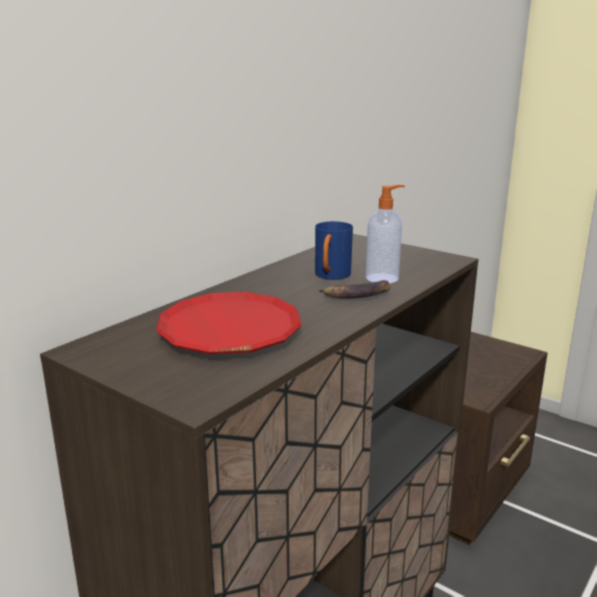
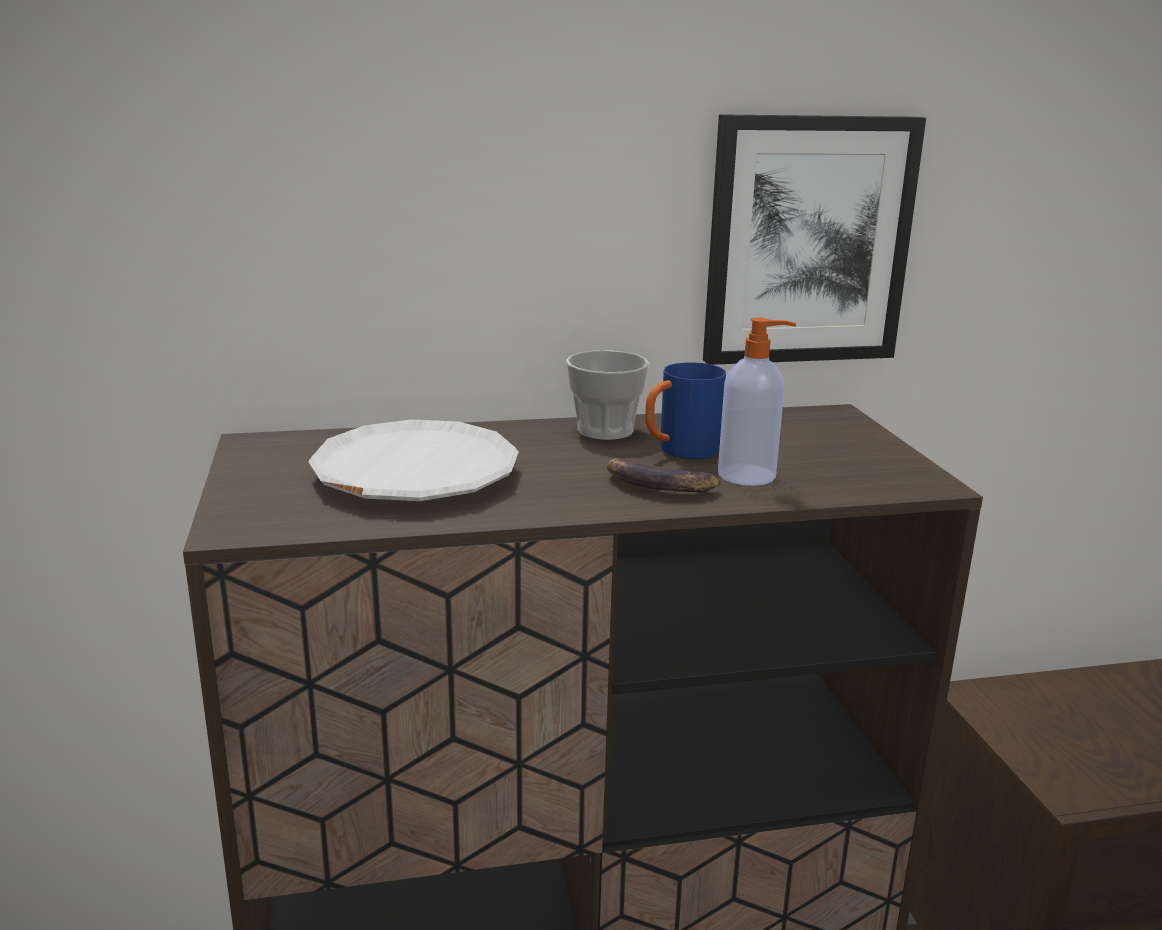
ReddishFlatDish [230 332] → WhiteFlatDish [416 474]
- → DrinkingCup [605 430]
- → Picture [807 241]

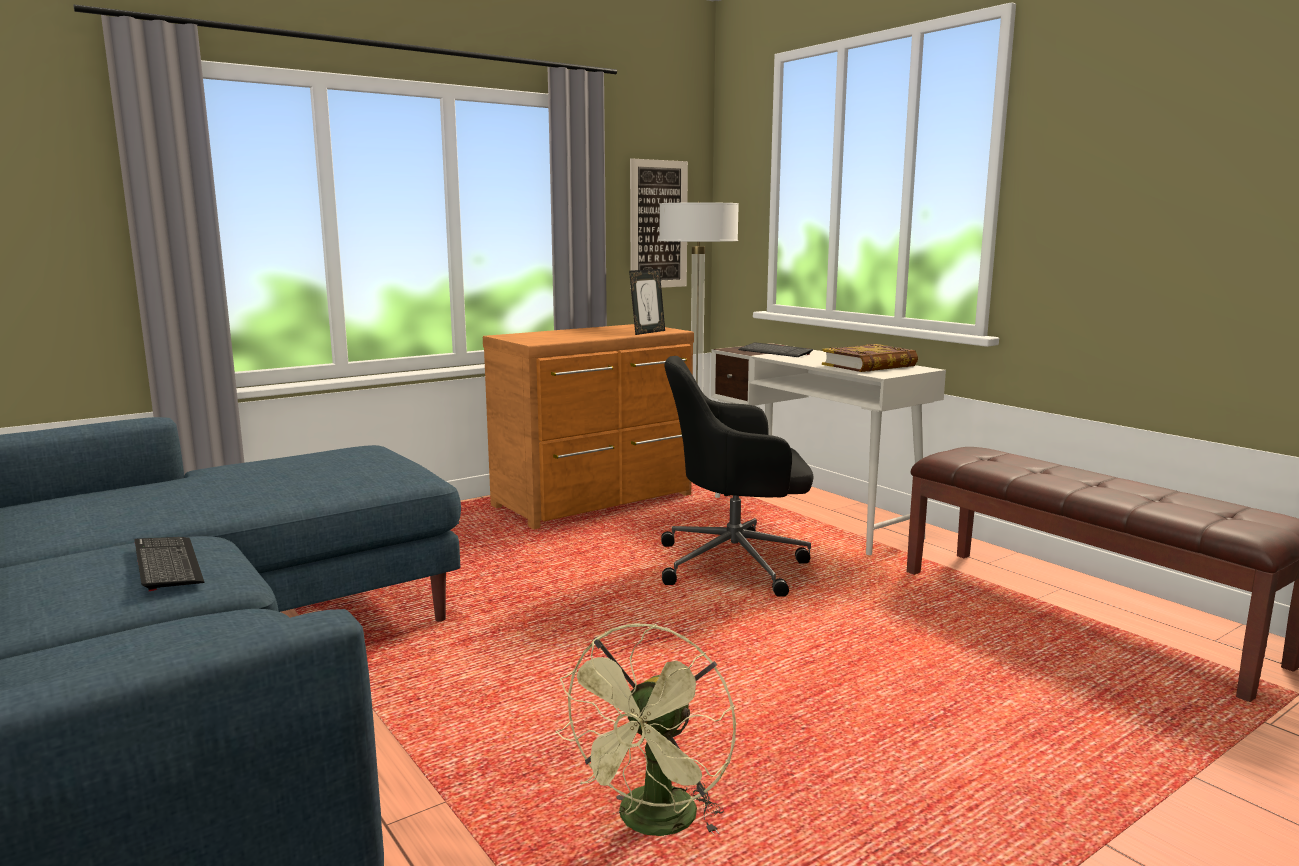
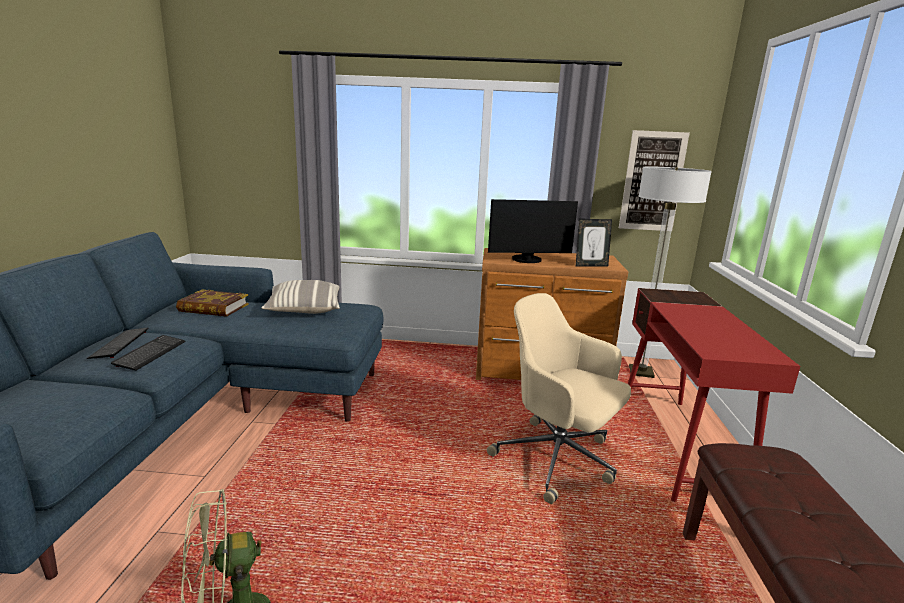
ComputerKeyboard [775 352] → ComputerKeyboard [120 344], moved
Volume [869 365] → Volume [213 308], moved
- → ThrowPillow [304 310]
BlackDeskChair [736 564] → SandColouredDeskChair [558 460]
- → ComputerDisplay [527 260]
WhiteDesk [813 517] → ReddishDesk [677 445]

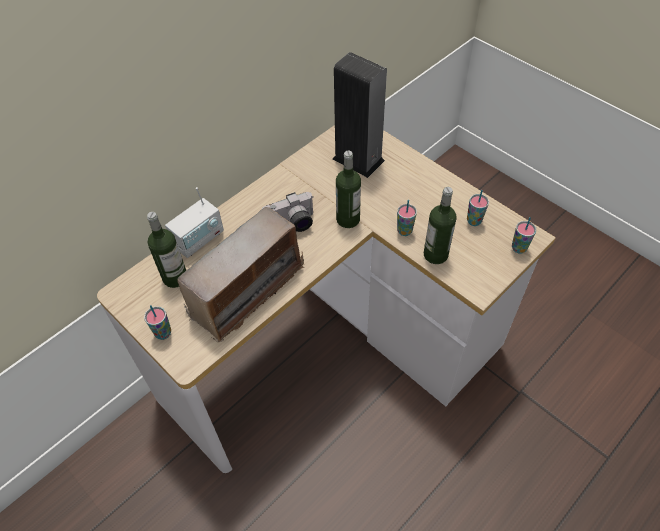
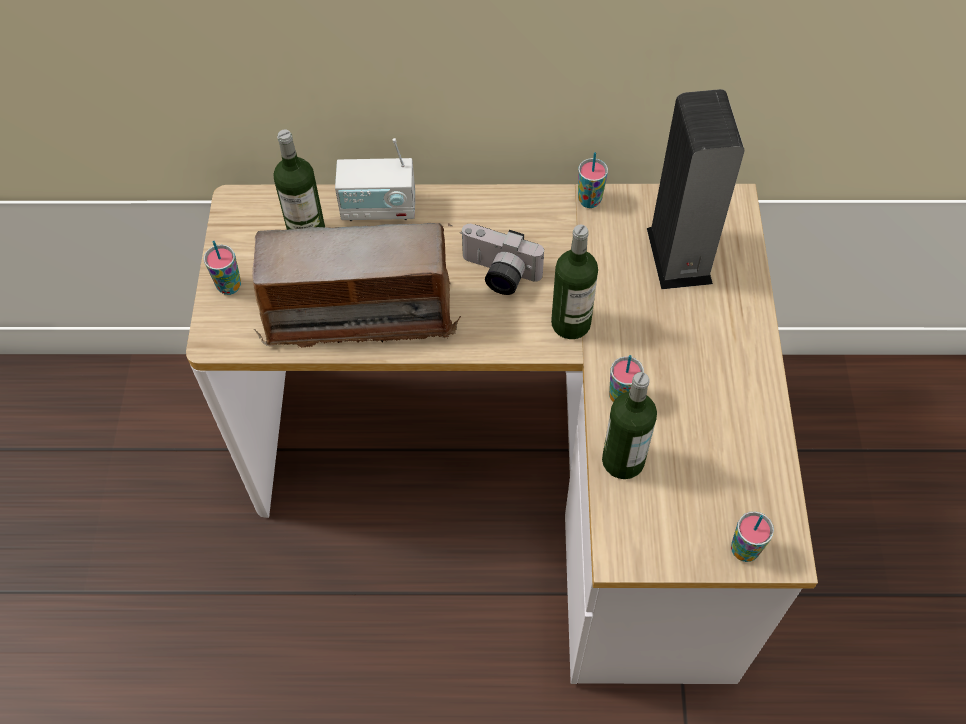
DrinkingCup [474 221] → DrinkingCup [589 200], moved

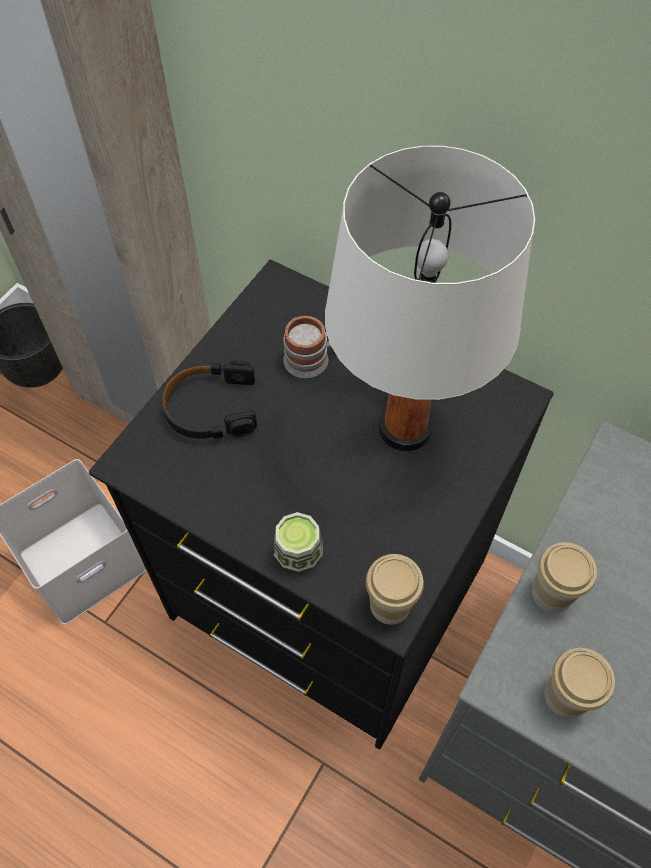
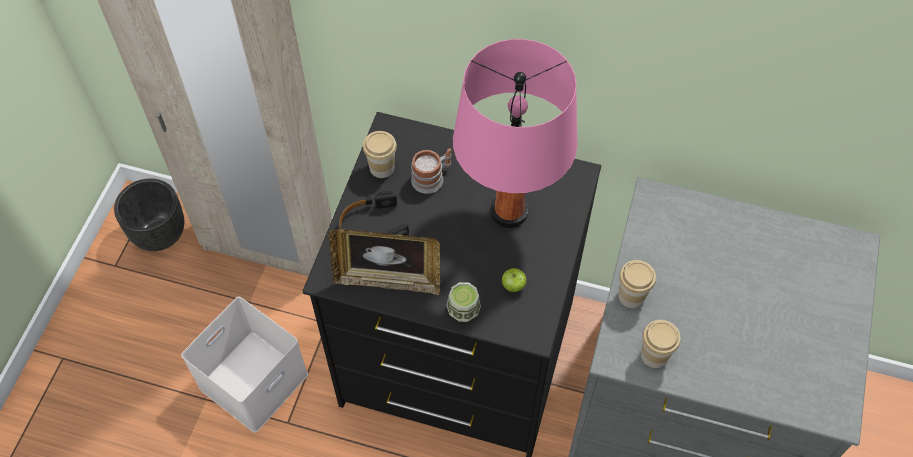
- → PictureFrame [388 279]
DrinkingCup [390 604] → DrinkingCup [382 167], moved
WhiteLampForATable [406 428] → PinkishLampForATable [509 212]
- → Apple [513 286]

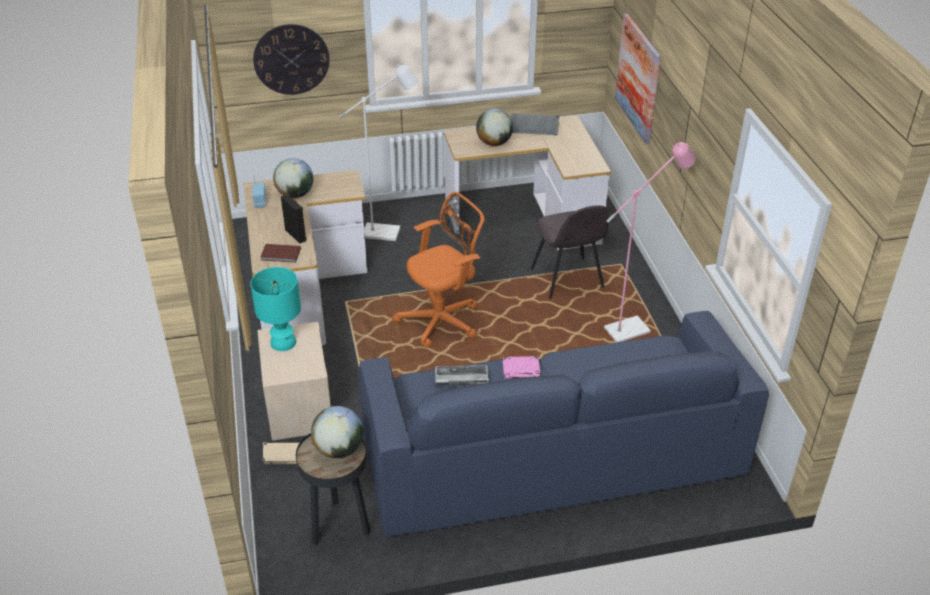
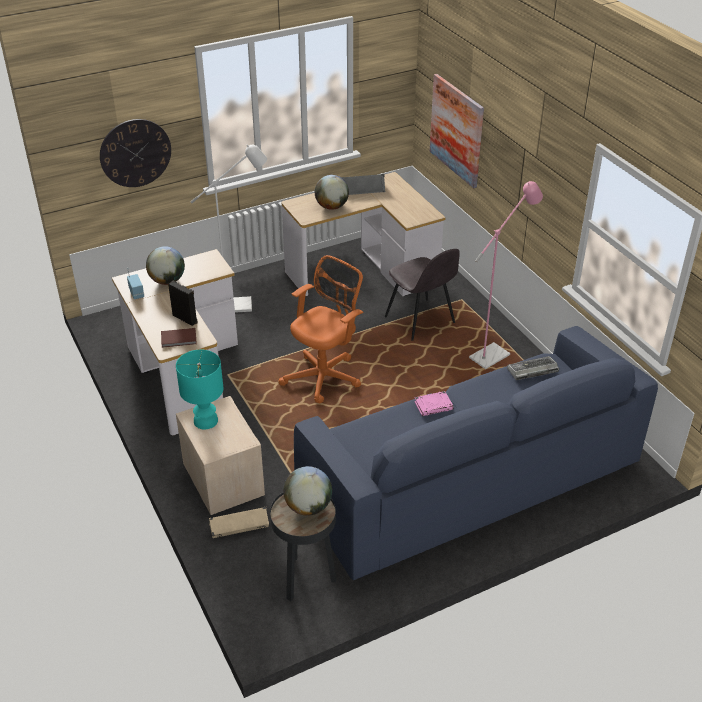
ComputerKeyboard [461 378] → ComputerKeyboard [532 371], moved

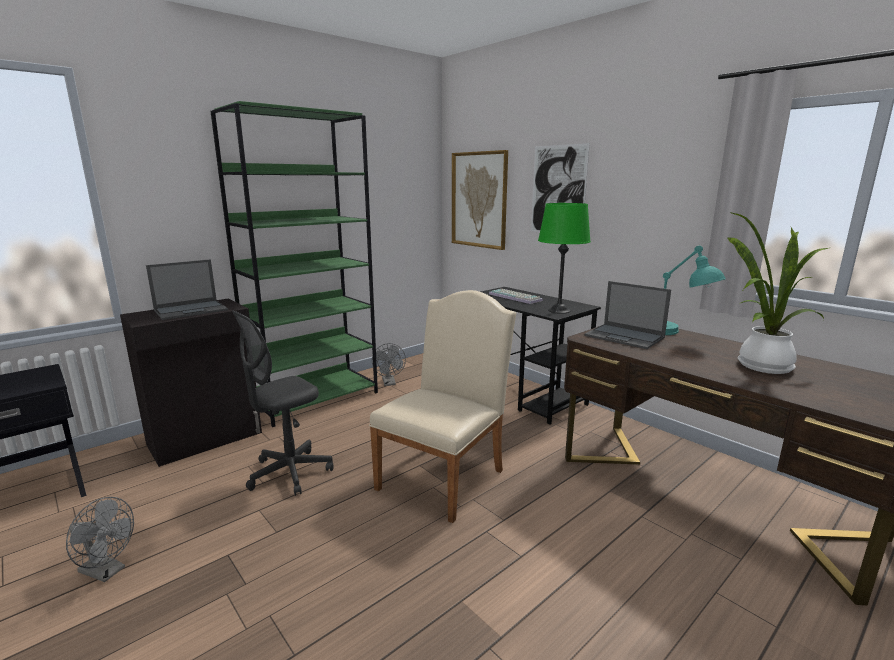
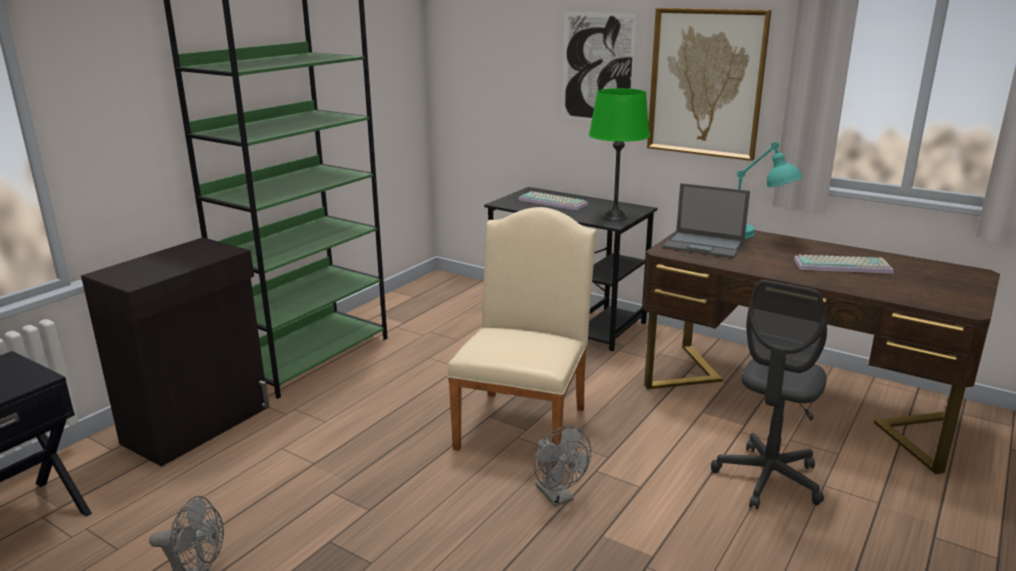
GrayElectricFan [389 383] → GrayElectricFan [558 497], moved
Picture [479 200] → Picture [706 83], moved
GrayDeskChair [290 473] → GrayDeskChair [768 479], moved
PlantInAPot [759 365] → ComputerKeyboard [843 265]
NotebookComputer [192 310] → -

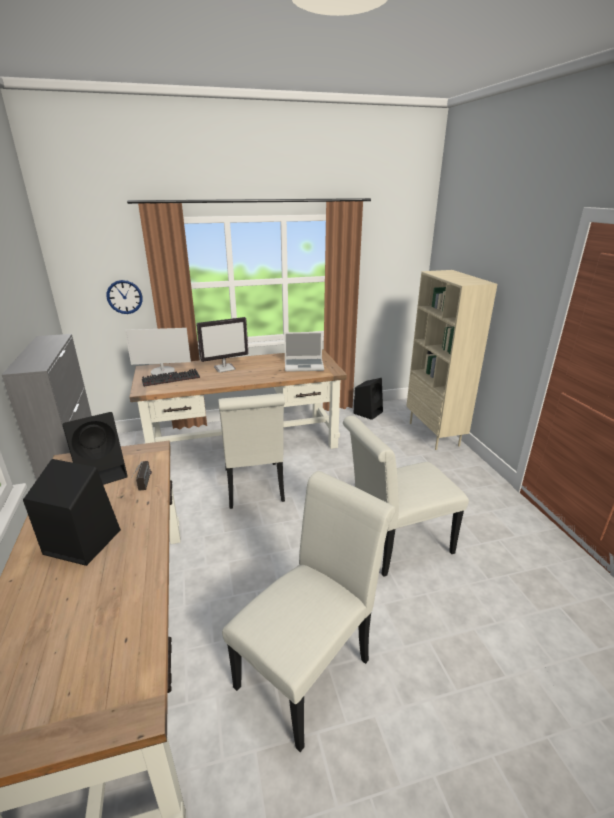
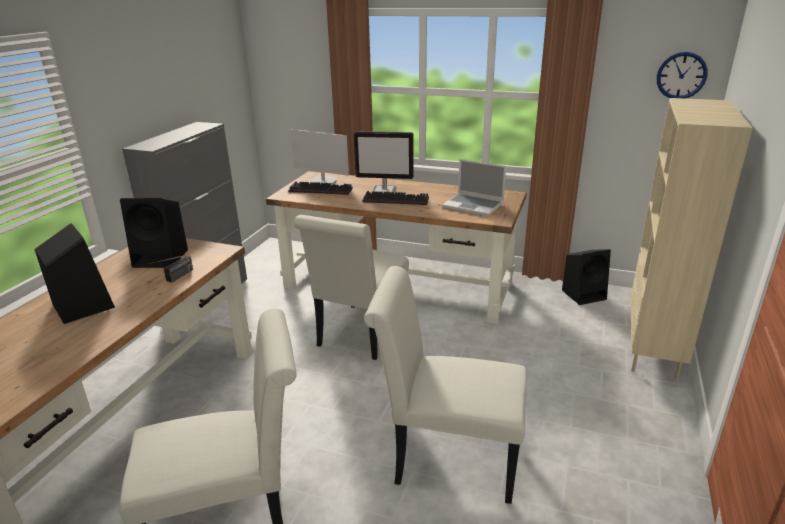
- → ComputerKeyboard [397 200]
WallClock [124 297] → WallClock [681 76], moved

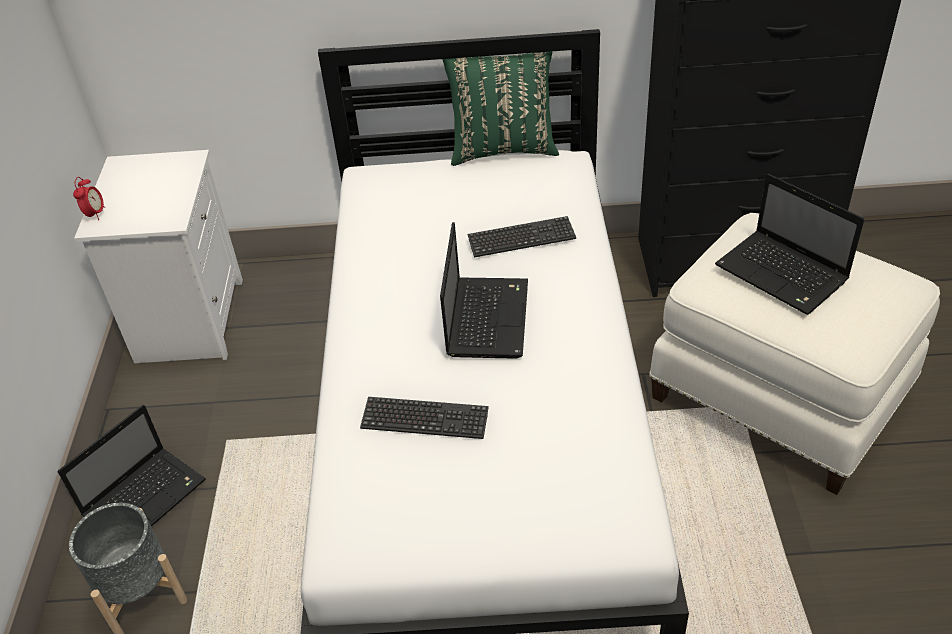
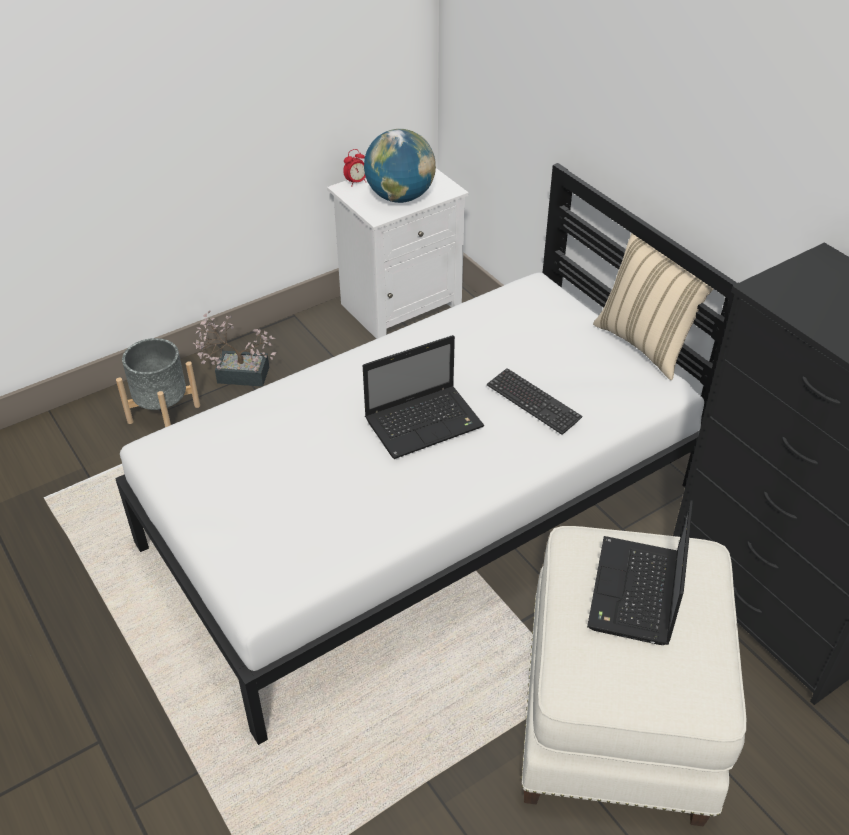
NotebookComputer [146 496] → PlantInAPot [237 374]
- → WorldGlobe [400 197]
GreenishThrowPillow [503 149] → SandColouredThrowPillow [645 344]
ComputerKeyboard [425 420] → -

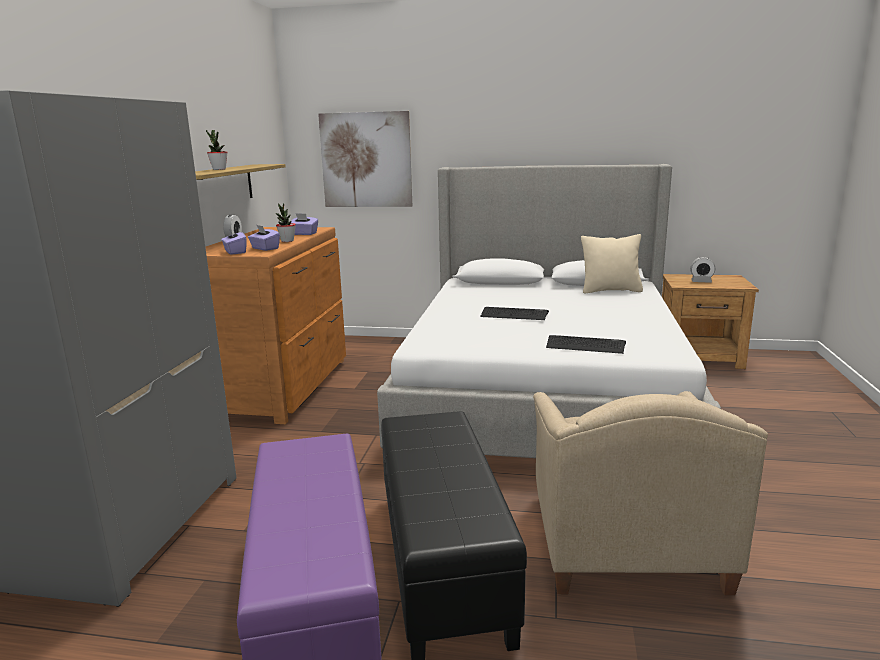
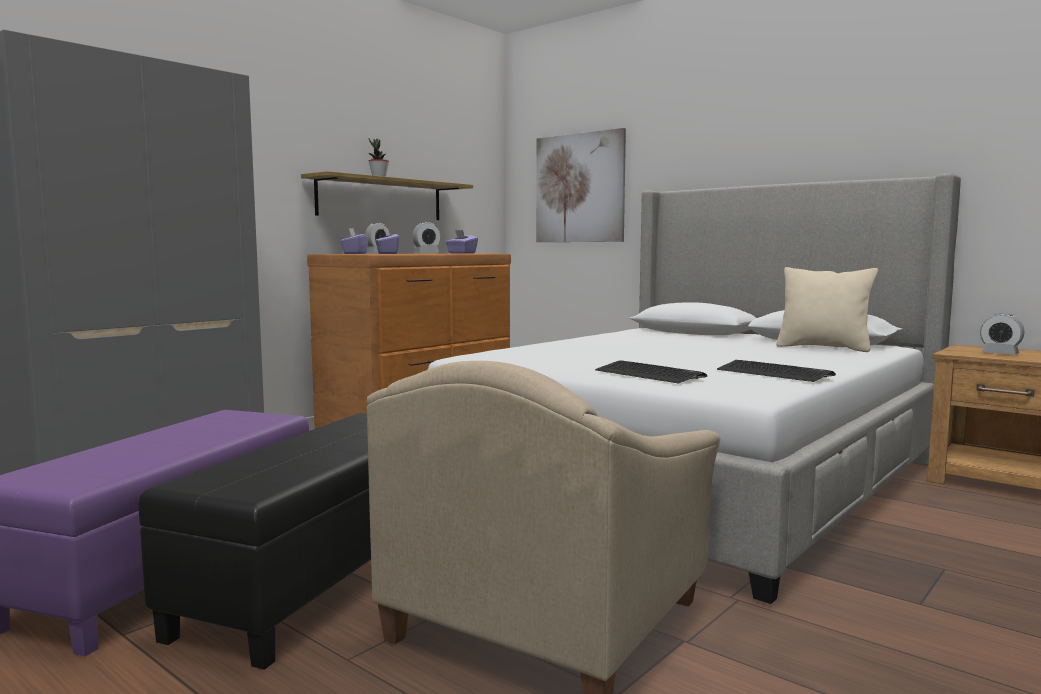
PlantInAPot [287 241] → BedsideClock [426 253]
ComputerKeyboard [514 315] → ComputerKeyboard [774 373], moved

